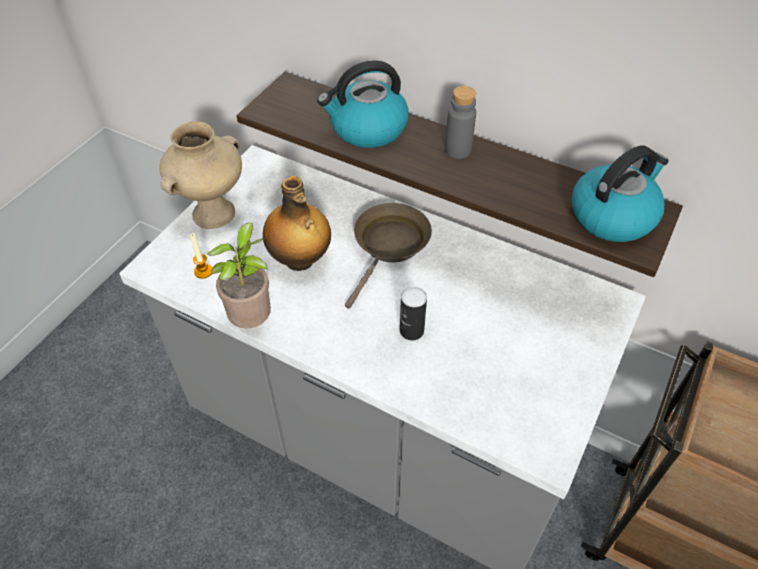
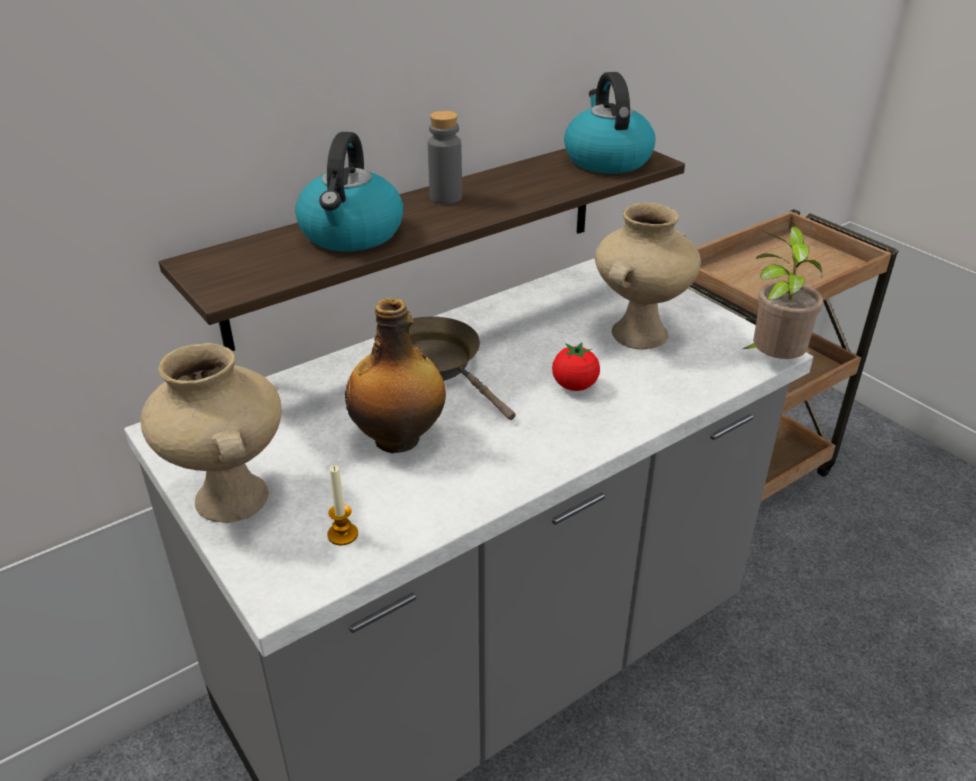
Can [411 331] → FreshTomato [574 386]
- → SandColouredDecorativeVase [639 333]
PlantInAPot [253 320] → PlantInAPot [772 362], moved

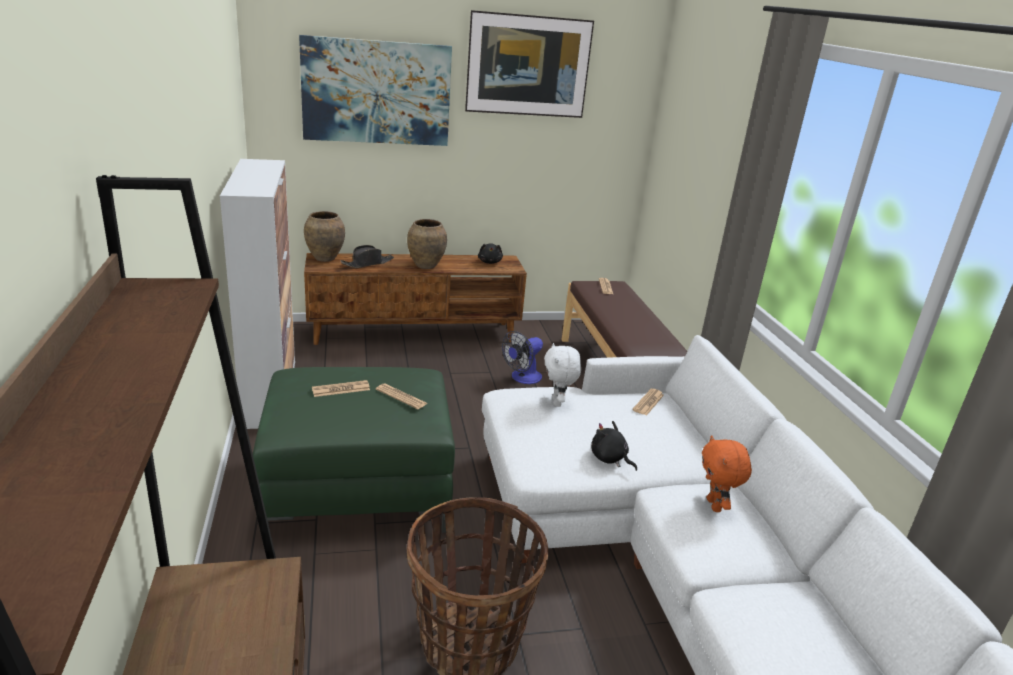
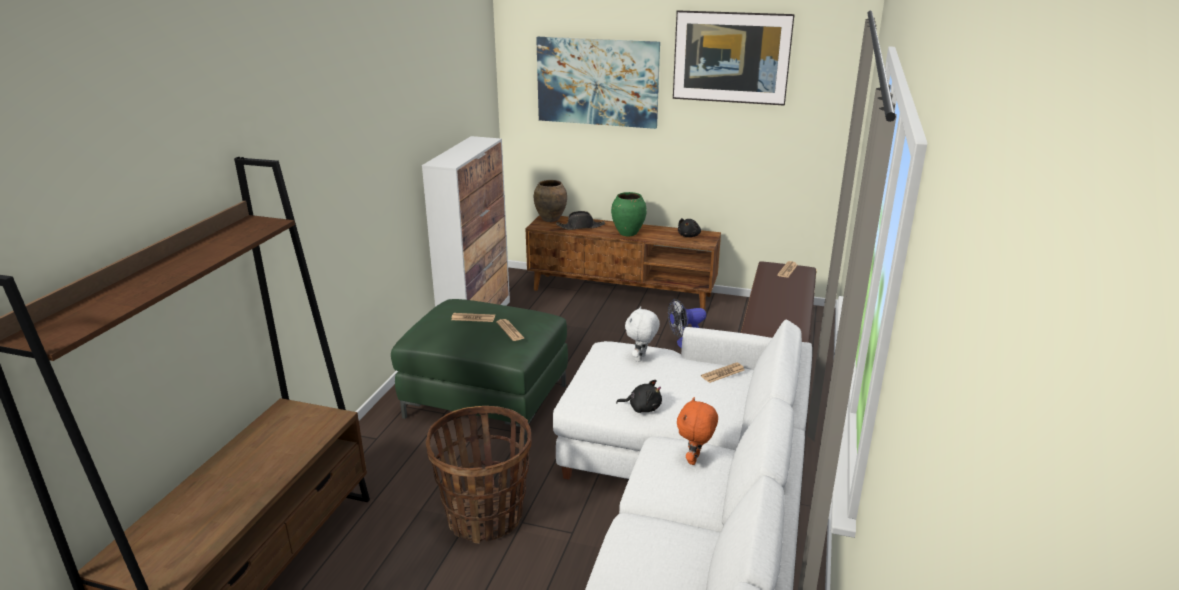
BrownDecorativeVase [425 266] → GreenishDecorativeVase [627 233]
BlackSoftToy [610 459] → BlackSoftToy [642 408], 120 degrees clockwise

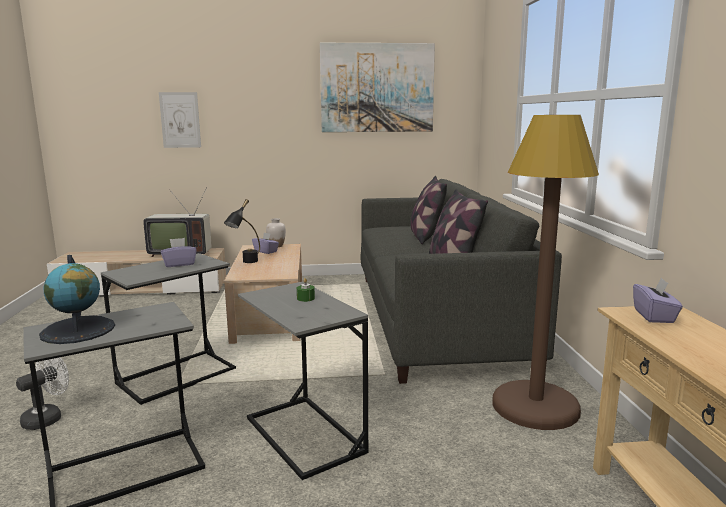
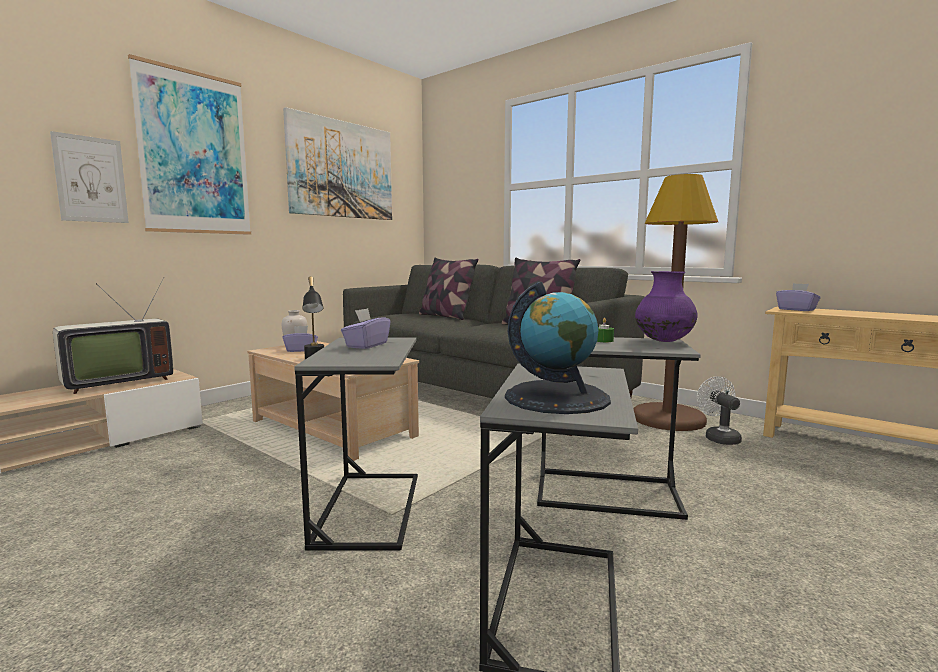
- → Picture [194 153]
- → PurpleColouredDecorativeVase [664 341]
WhiteElectricFan [47 418] → WhiteElectricFan [718 437], moved

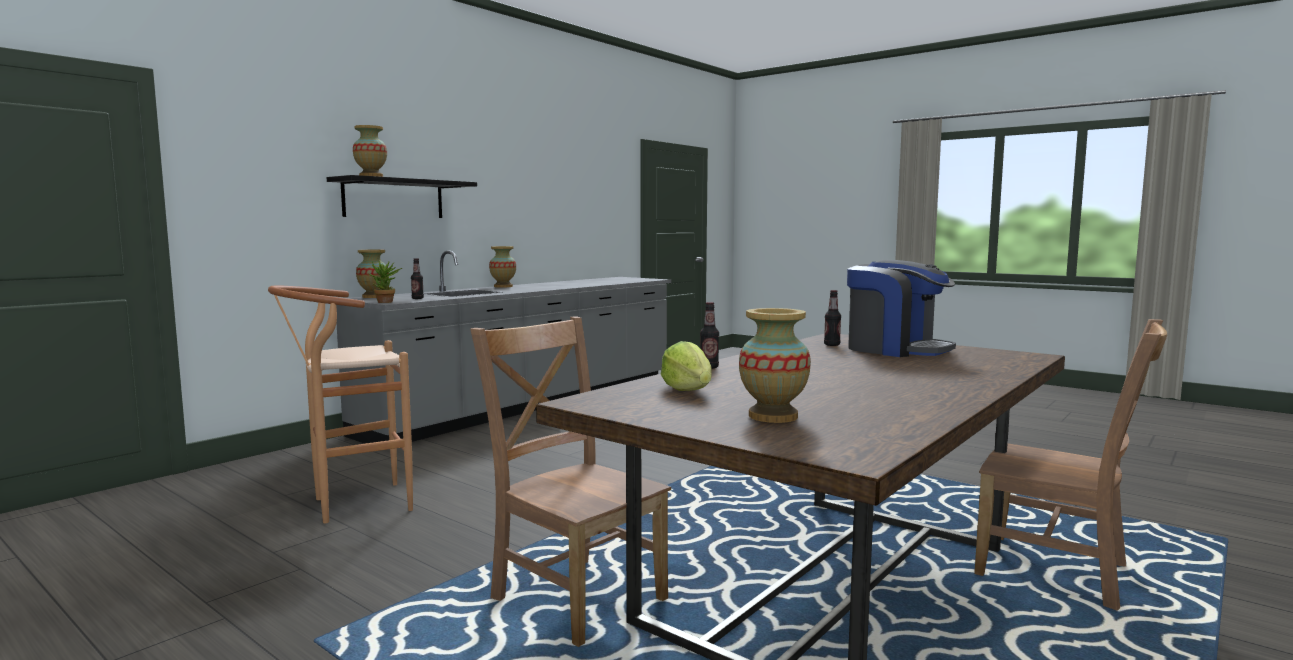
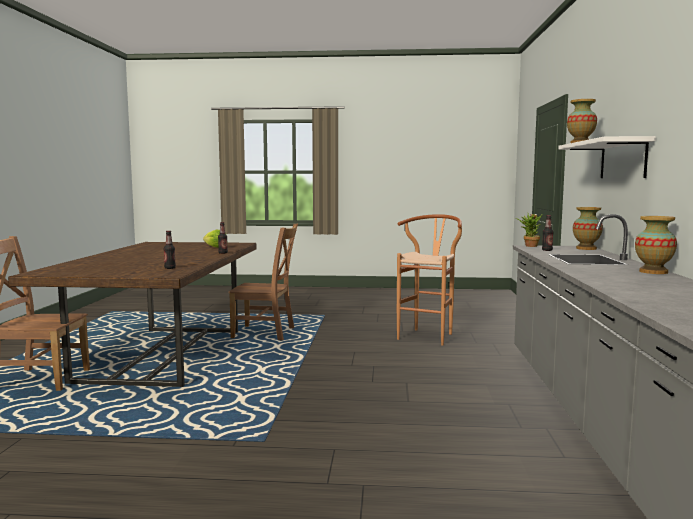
BlackShelf [393 199] → WhiteShelf [623 159]
DecorativeVase [772 416] → -
CoffeeBrewer [896 349] → -

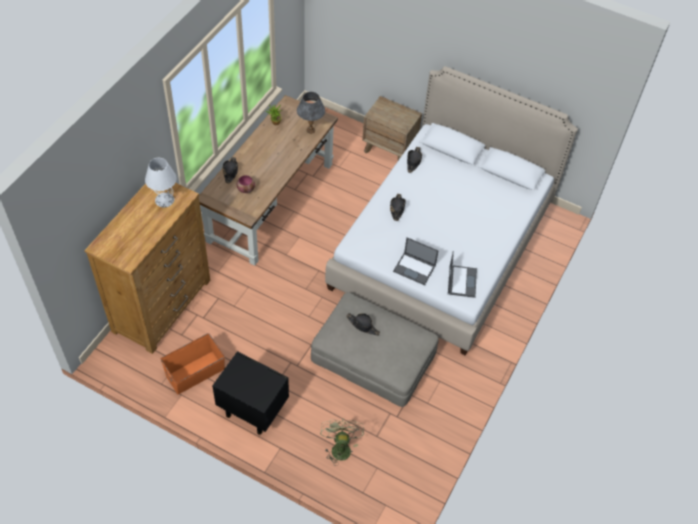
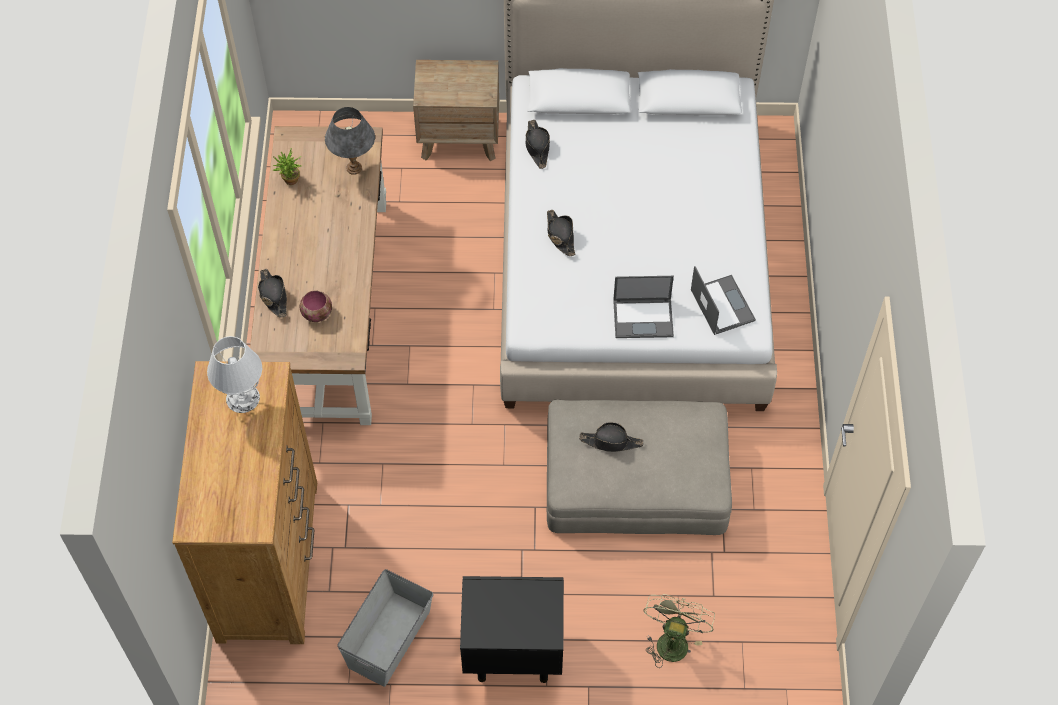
OrangeyStorageBin [195 372] → GrayStorageBin [388 639]
GreenishElectricFan [340 447] → GreenishElectricFan [672 639], 45 degrees clockwise

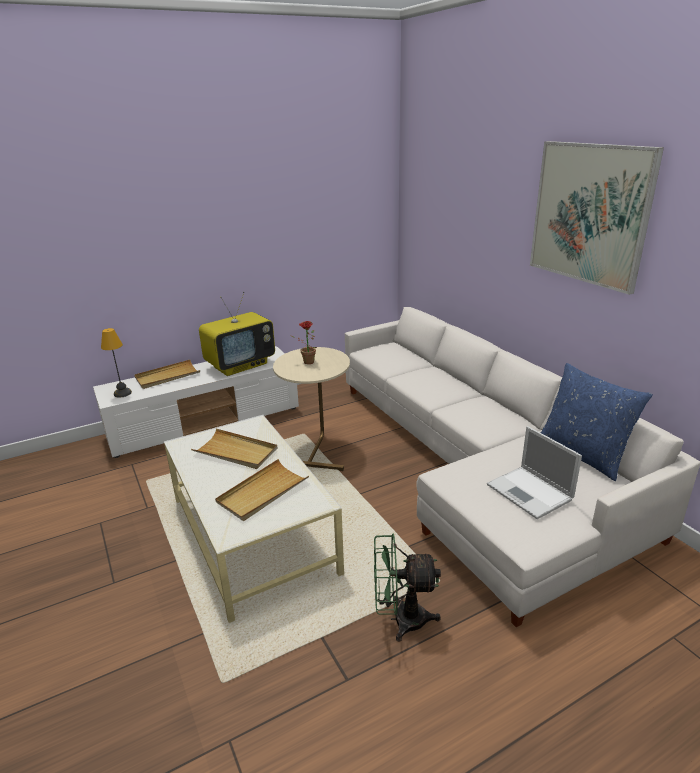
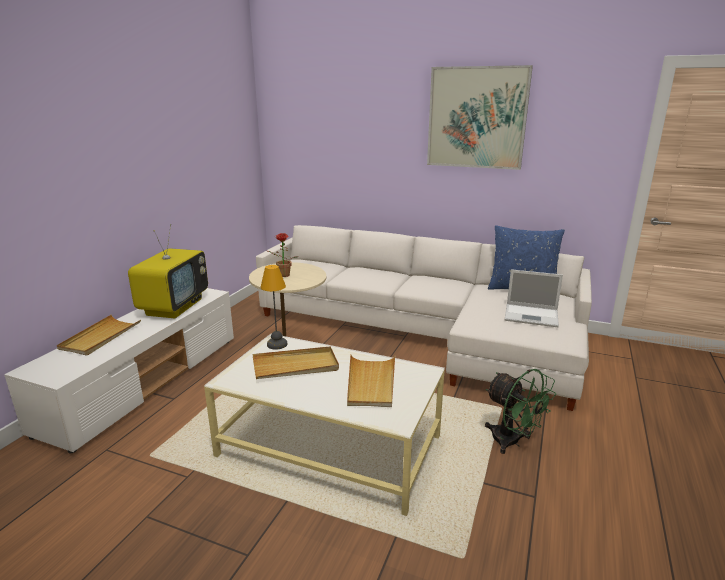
LampForATable [122 393] → LampForATable [277 345], moved
GreenishElectricFan [400 619] → GreenishElectricFan [512 442], 90 degrees counterclockwise

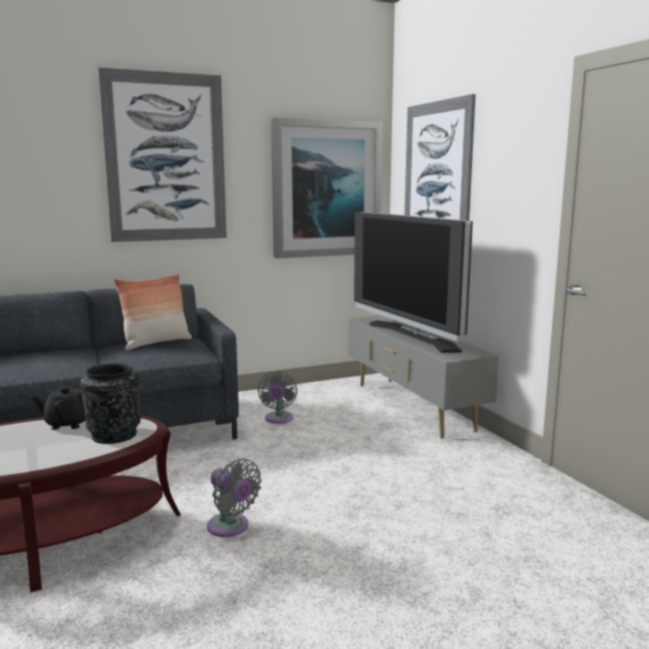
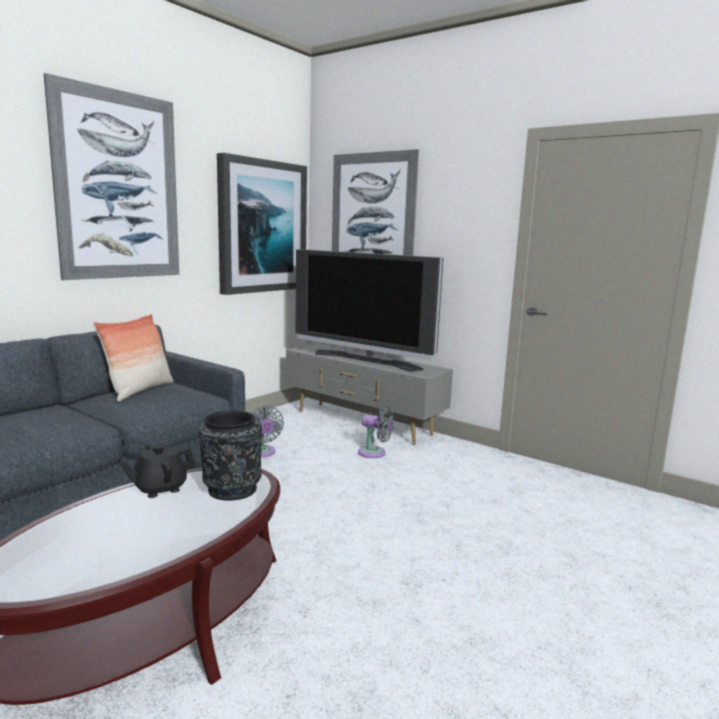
GrayElectricFan [230 527] → GrayElectricFan [375 453], moved

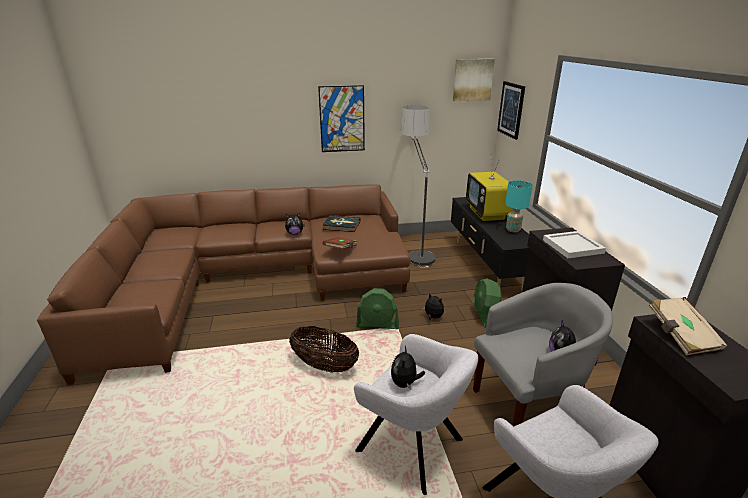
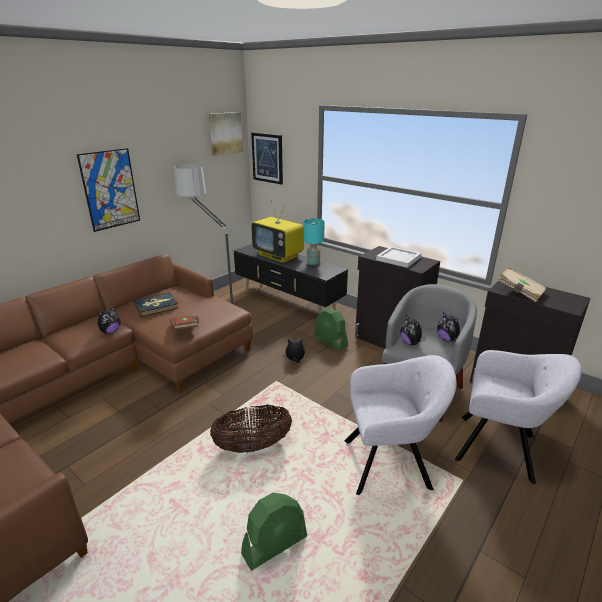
GreenishElectricFan [378 324] → GreenishElectricFan [275 545], moved
SoftToy [405 383] → SoftToy [410 343], moved

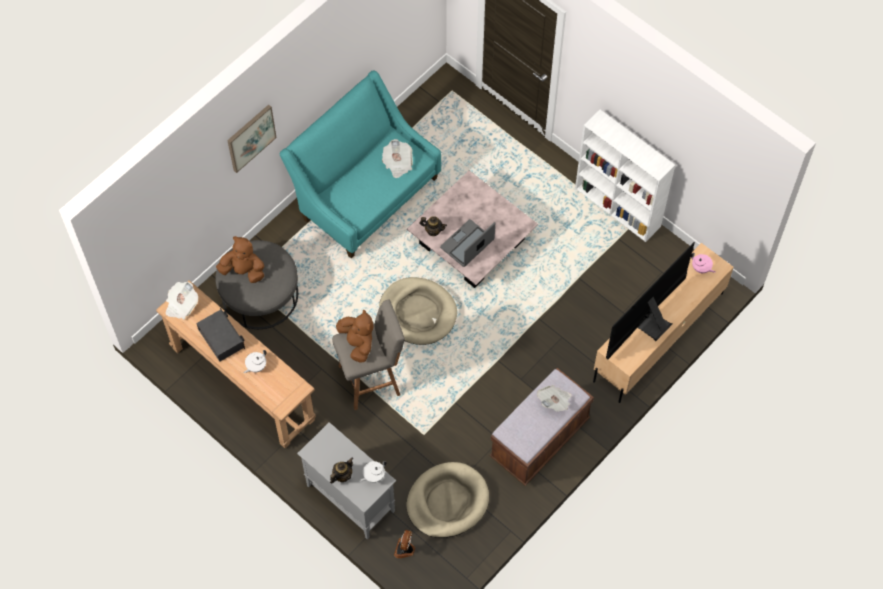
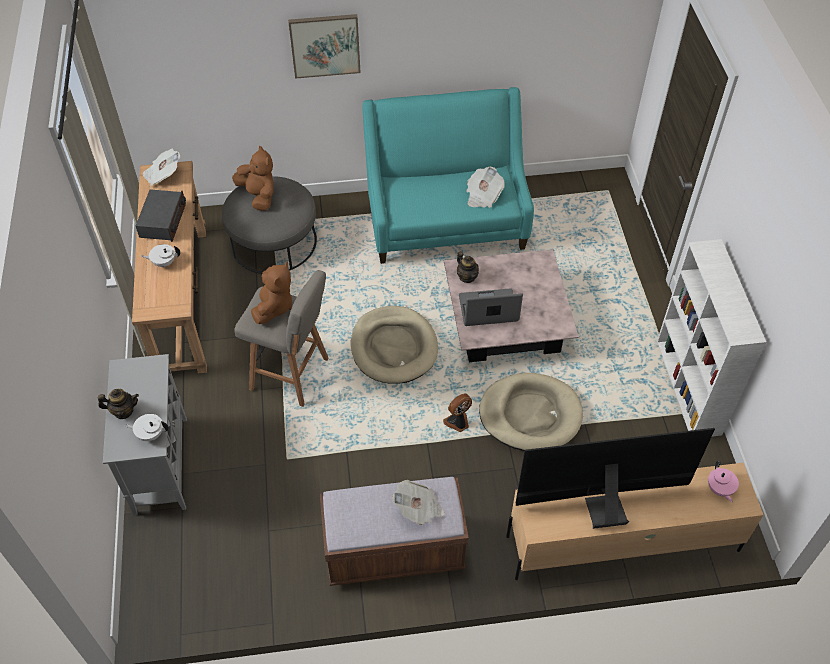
ElectricFan [405 549] → ElectricFan [458 422], moved
SandColouredDogBed [447 501] → SandColouredDogBed [530 414], moved

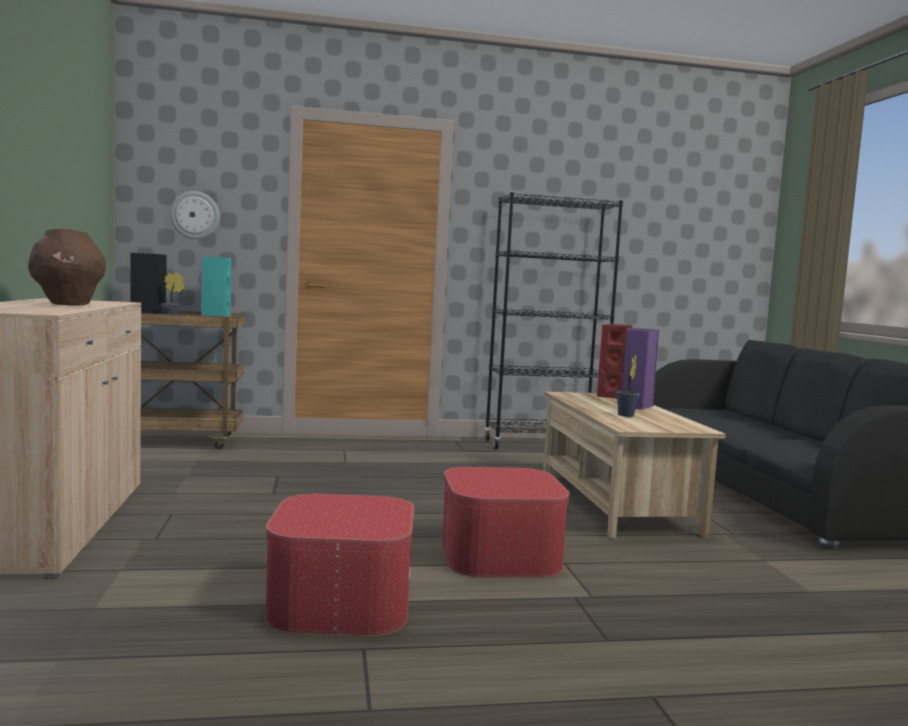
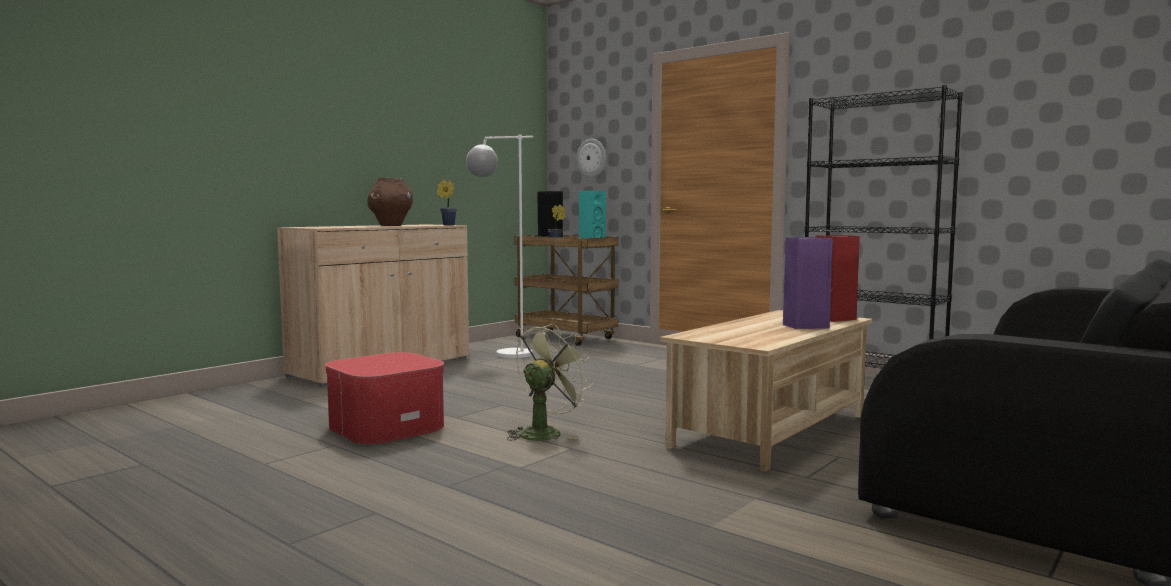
PlantInAPot [625 415] → PlantInAPot [447 225], moved
- → WhiteStandingLamp [501 354]
Pouffe [499 555] → GreenishElectricFan [545 433]

